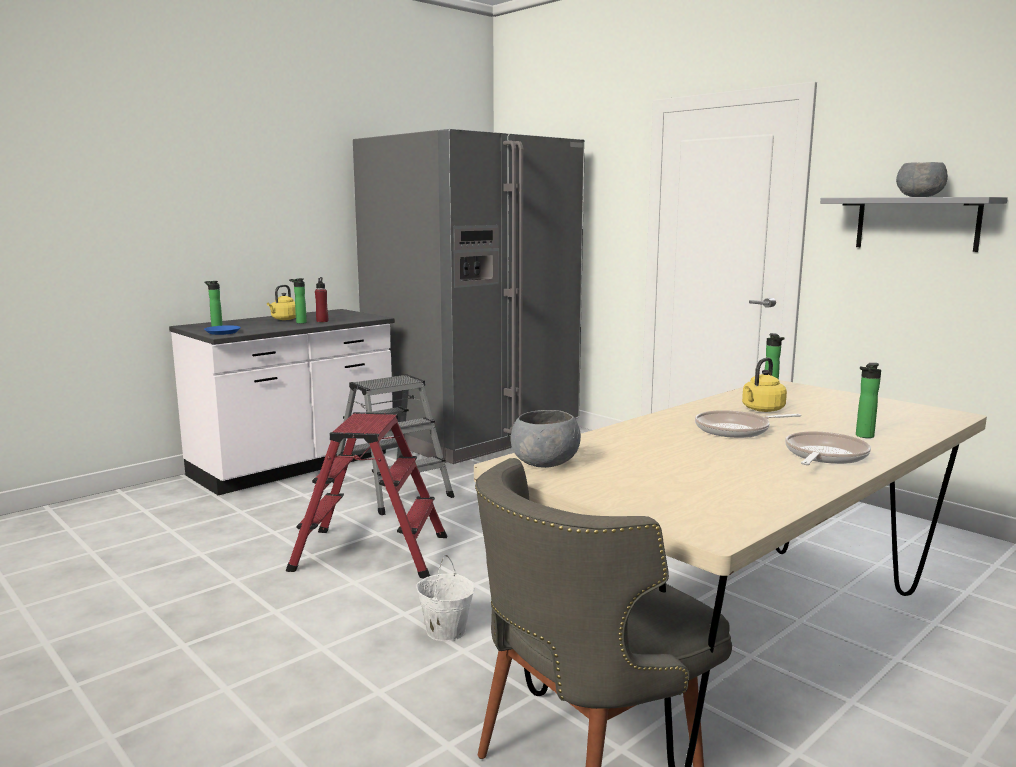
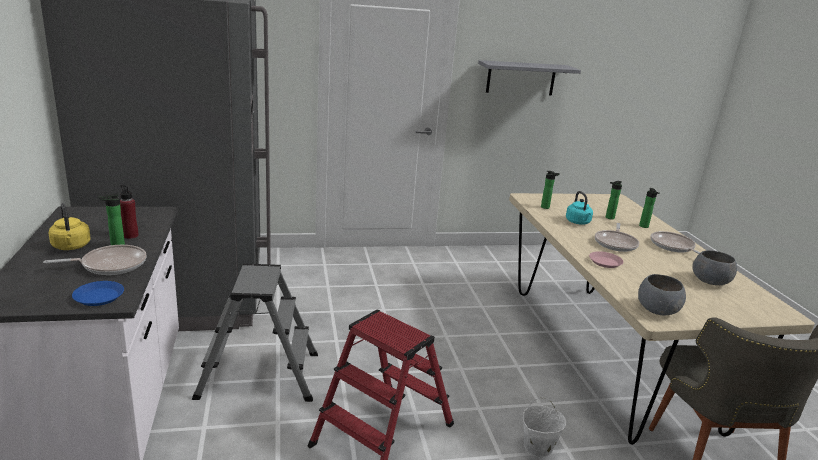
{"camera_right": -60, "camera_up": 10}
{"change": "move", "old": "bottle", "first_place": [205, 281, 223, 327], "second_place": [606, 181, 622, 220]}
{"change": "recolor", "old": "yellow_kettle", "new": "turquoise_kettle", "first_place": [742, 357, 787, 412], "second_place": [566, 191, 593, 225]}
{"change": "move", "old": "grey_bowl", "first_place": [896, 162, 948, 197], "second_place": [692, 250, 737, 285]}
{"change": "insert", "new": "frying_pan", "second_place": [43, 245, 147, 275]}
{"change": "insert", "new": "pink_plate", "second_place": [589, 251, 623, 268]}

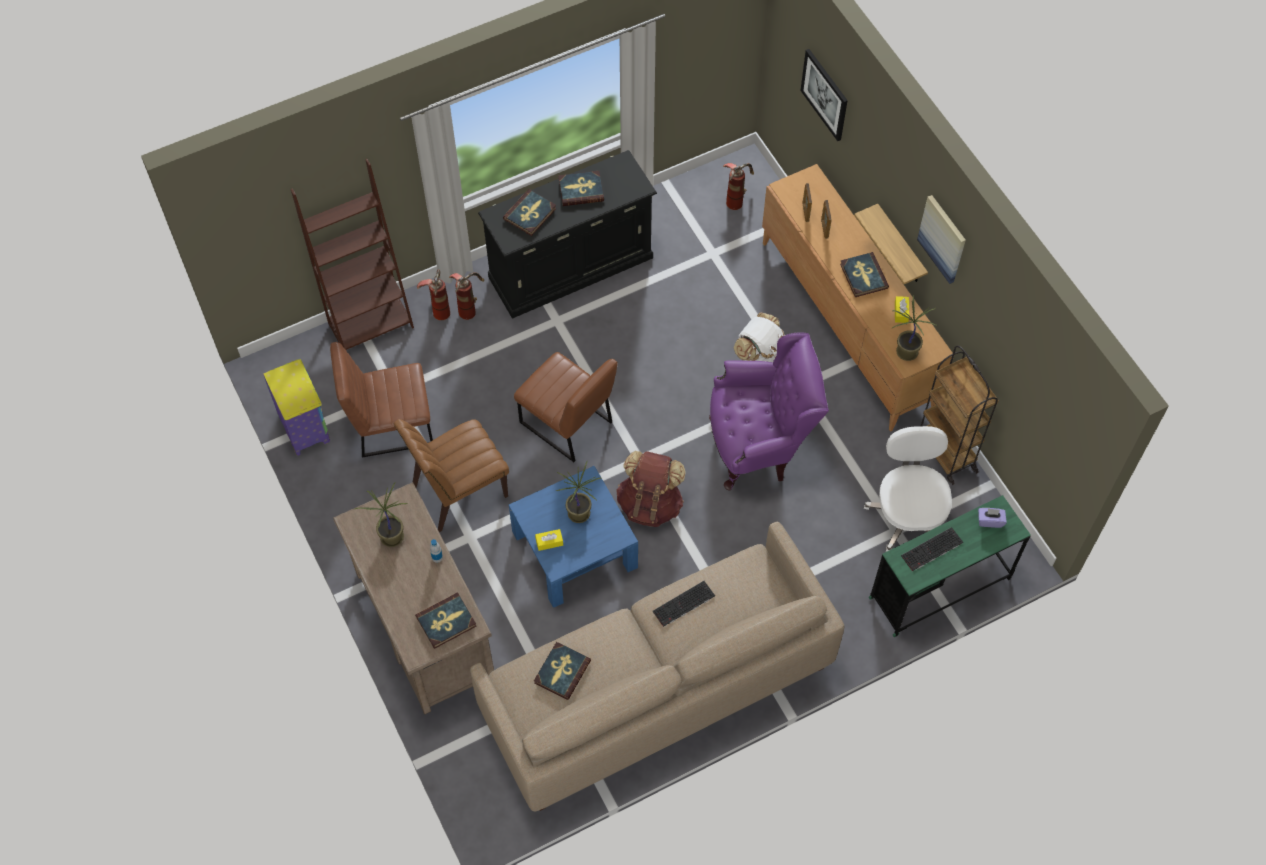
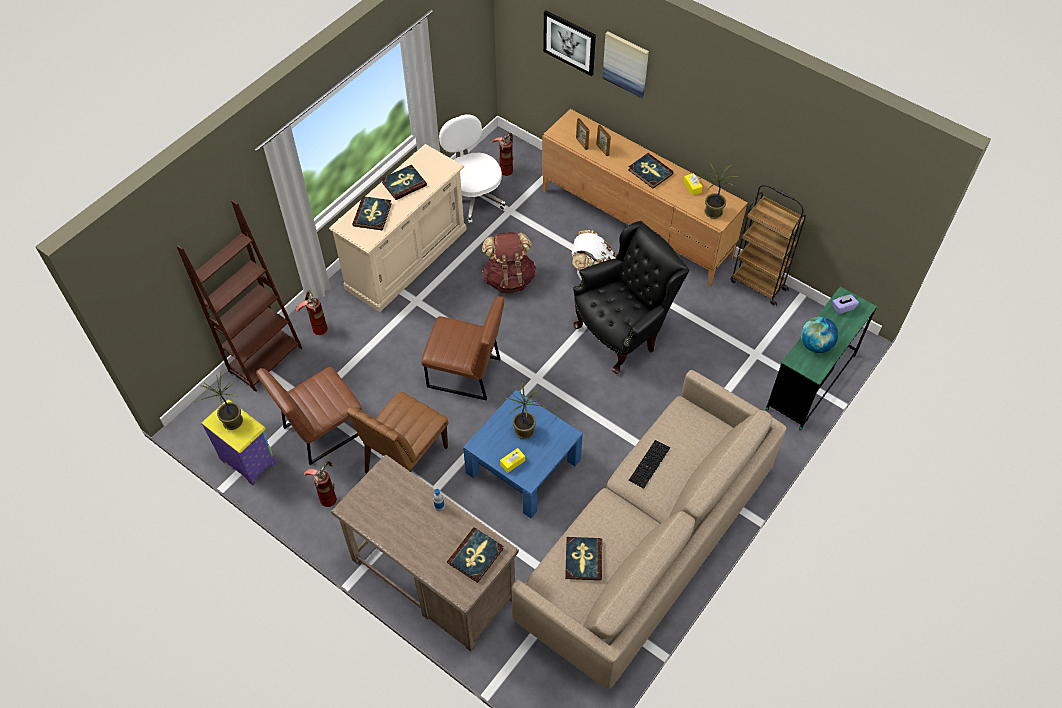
{"camera_right": -25, "camera_up": -5}
{"change": "move", "old": "potted_plant", "first_place": [355, 483, 408, 547], "second_place": [195, 371, 243, 430]}
{"change": "move", "old": "fire_extinguisher", "first_place": [449, 272, 484, 320], "second_place": [304, 461, 337, 507]}
{"change": "recolor", "old": "black_cabinet", "new": "beige_cabinet", "first_place": [478, 150, 657, 319], "second_place": [329, 144, 467, 312]}
{"change": "move", "old": "brown_backpack", "first_place": [616, 451, 686, 527], "second_place": [482, 232, 536, 293]}
{"change": "recolor", "old": "purple_armchair", "new": "black_armchair", "first_place": [709, 332, 829, 491], "second_place": [573, 221, 690, 374]}
{"change": "delete", "old": "shelf", "first_place": [854, 204, 928, 284]}
{"change": "move", "old": "white_office_chair", "first_place": [864, 426, 952, 552], "second_place": [439, 114, 506, 223]}
{"change": "replace", "old": "keyboard", "new": "globe", "first_place": [901, 527, 963, 571], "second_place": [801, 317, 838, 353]}
{"change": "move", "old": "picture", "first_place": [917, 195, 966, 284], "second_place": [602, 31, 649, 98]}

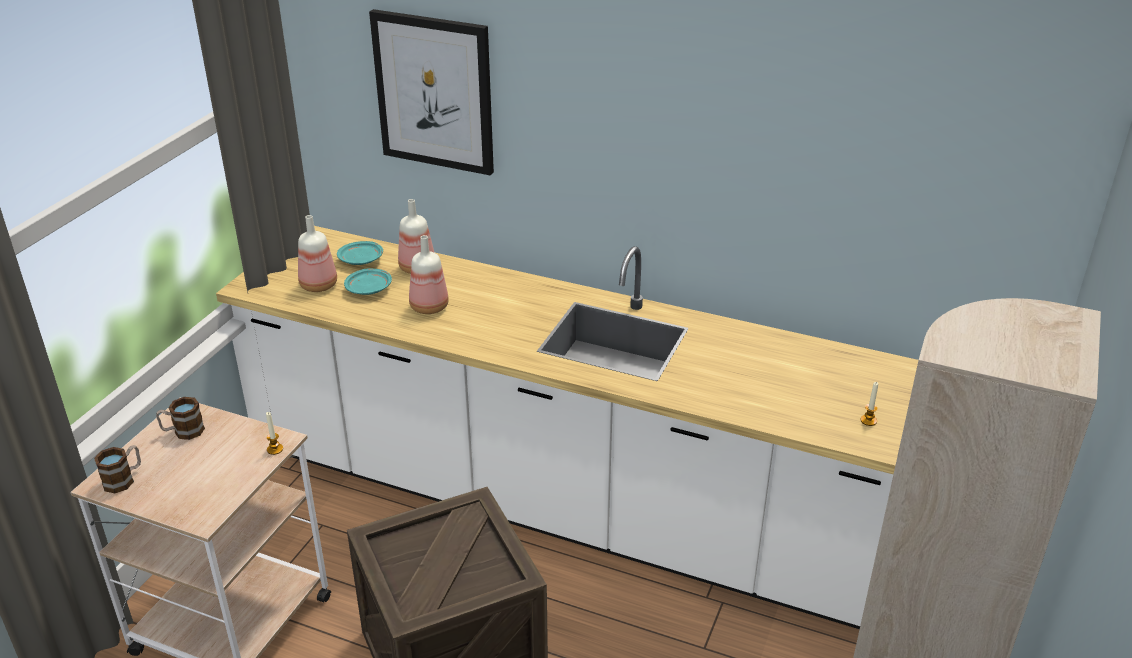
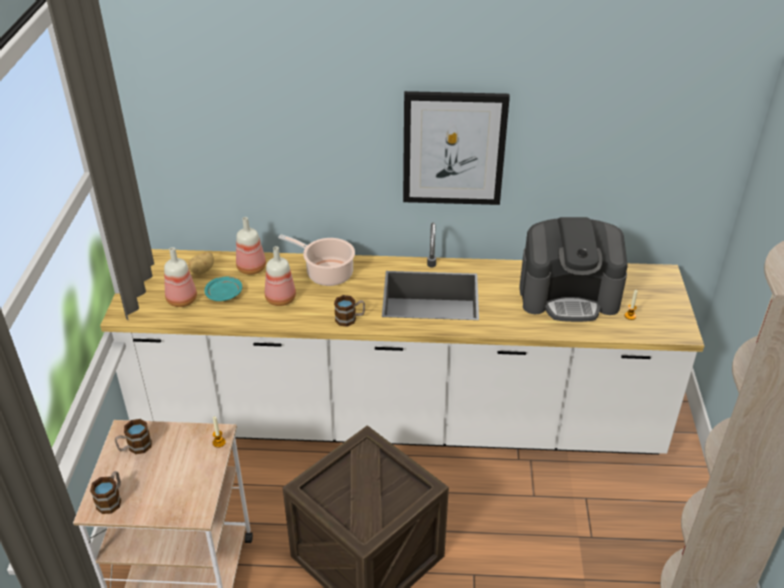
{"camera_right": -20, "camera_up": 5}
{"change": "replace", "old": "turquoise_plate", "new": "potato", "first_place": [337, 241, 383, 265], "second_place": [188, 252, 214, 275]}
{"change": "move", "old": "picture", "first_place": [369, 9, 494, 175], "second_place": [403, 91, 510, 205]}
{"change": "insert", "new": "cooking_pot", "second_place": [278, 234, 355, 286]}
{"change": "insert", "new": "mug", "second_place": [334, 295, 365, 327]}
{"change": "insert", "new": "coffee_machine", "second_place": [519, 217, 627, 322]}

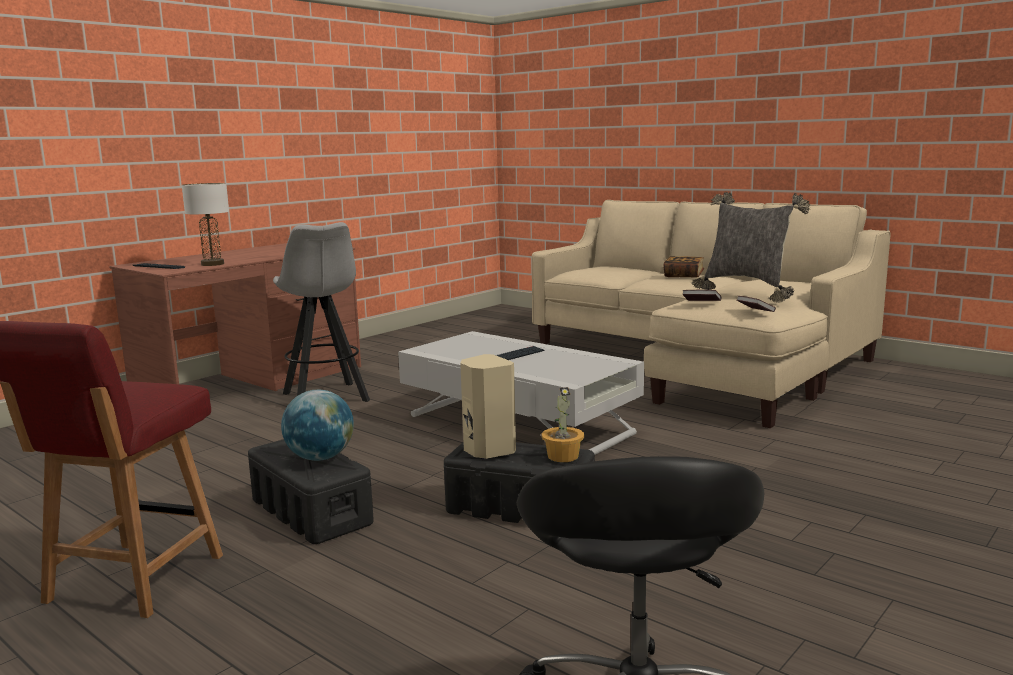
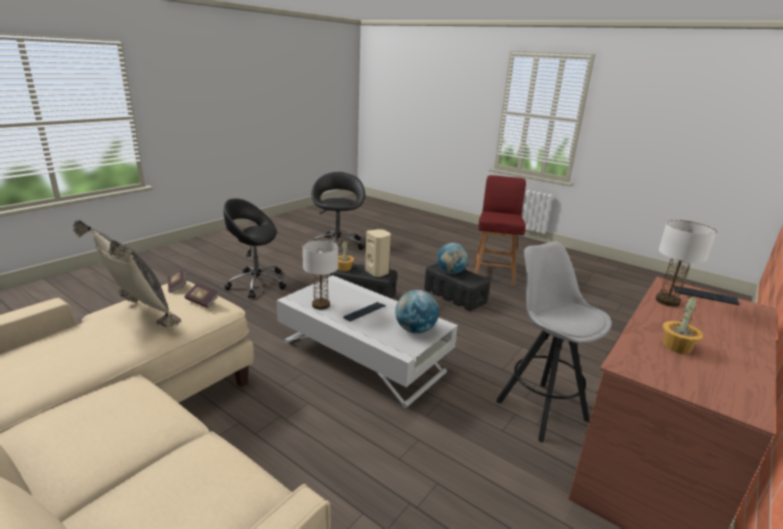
{"camera_right": 175, "camera_up": 10}
{"change": "delete", "old": "book", "first_place": [664, 256, 704, 278]}
{"change": "insert", "new": "black_office_chair", "second_place": [224, 199, 286, 298]}
{"change": "insert", "new": "table_lamp", "second_place": [303, 240, 338, 310]}
{"change": "insert", "new": "globe", "second_place": [395, 290, 439, 334]}
{"change": "insert", "new": "potted_plant", "second_place": [662, 295, 703, 354]}

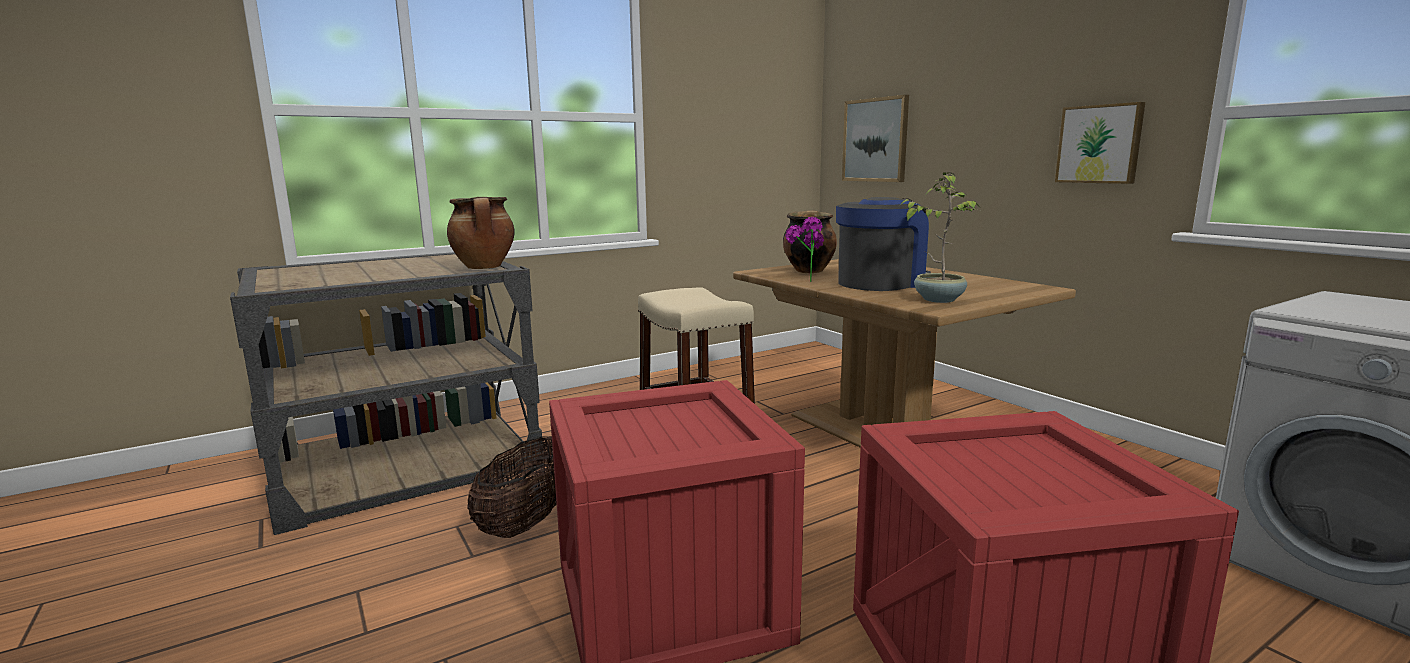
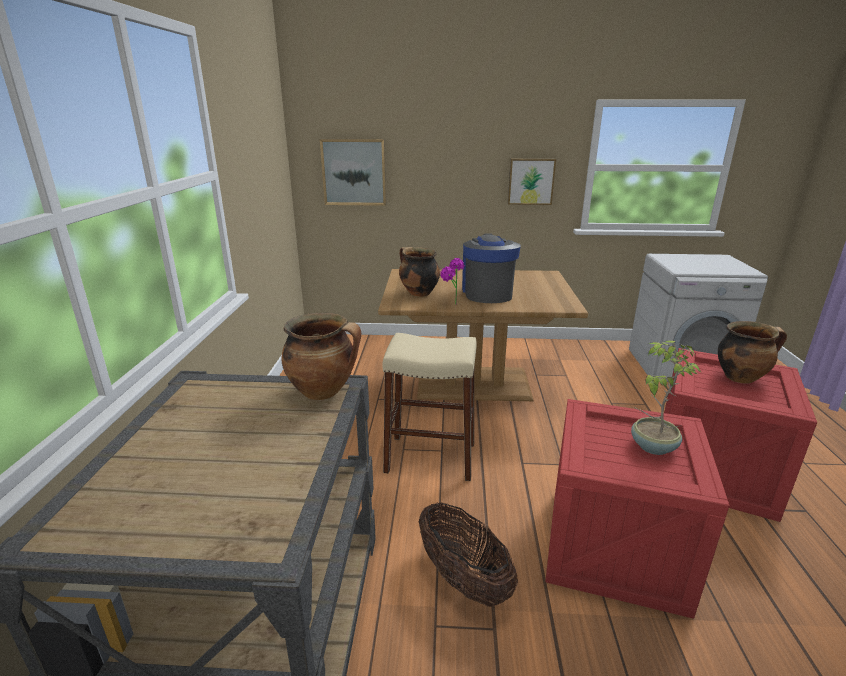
{"camera_right": -55, "camera_up": 10}
{"change": "move", "old": "potted_plant", "first_place": [900, 173, 980, 303], "second_place": [631, 341, 702, 455]}
{"change": "insert", "new": "cooking_pot", "second_place": [718, 321, 787, 384]}

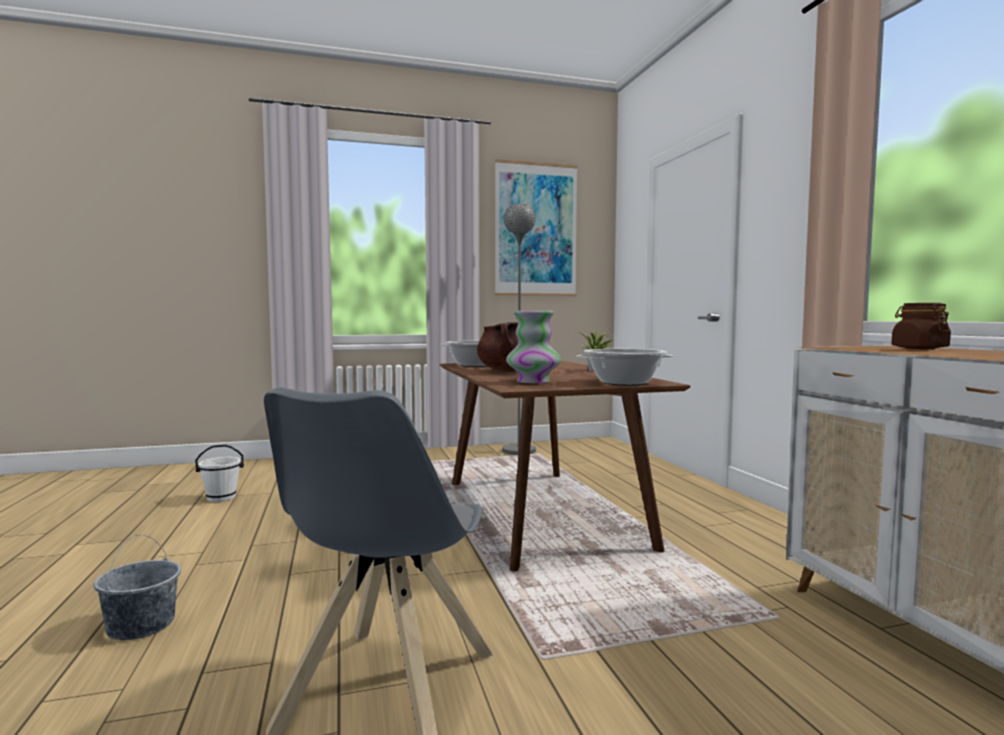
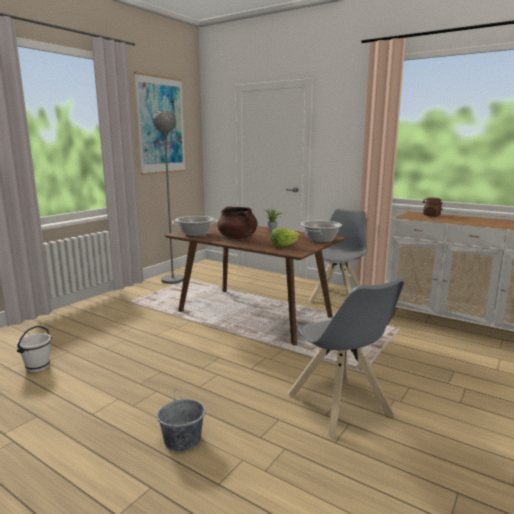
{"camera_right": -40, "camera_up": 10}
{"change": "replace", "old": "vase", "new": "lettuce", "first_place": [506, 311, 561, 383], "second_place": [271, 228, 300, 247]}
{"change": "insert", "new": "grey_chair", "second_place": [309, 209, 367, 302]}

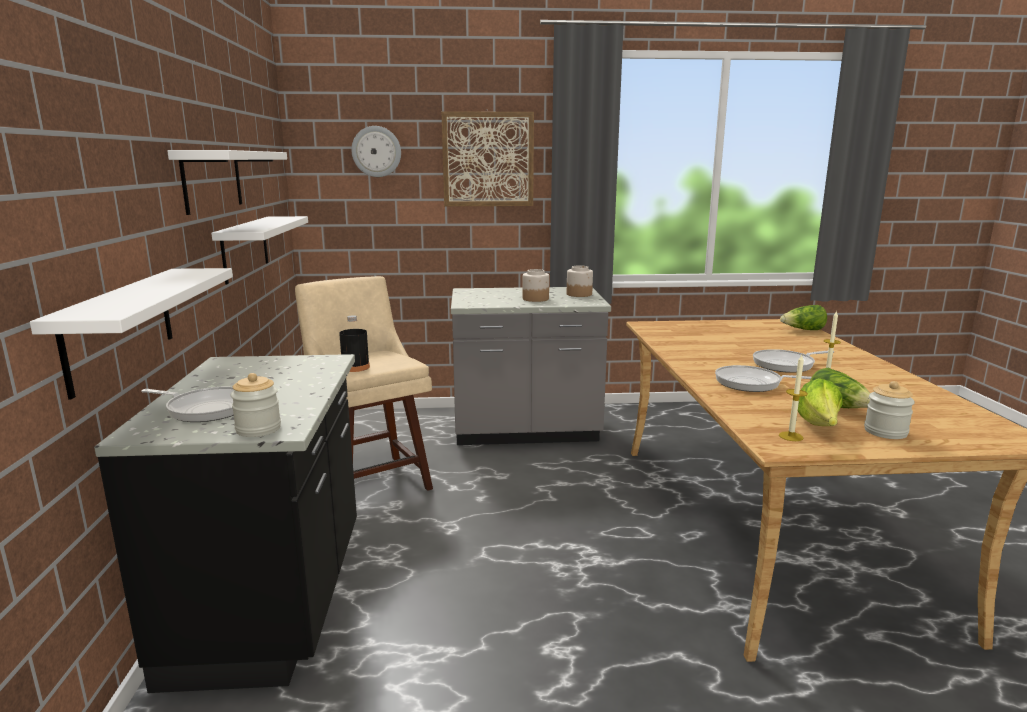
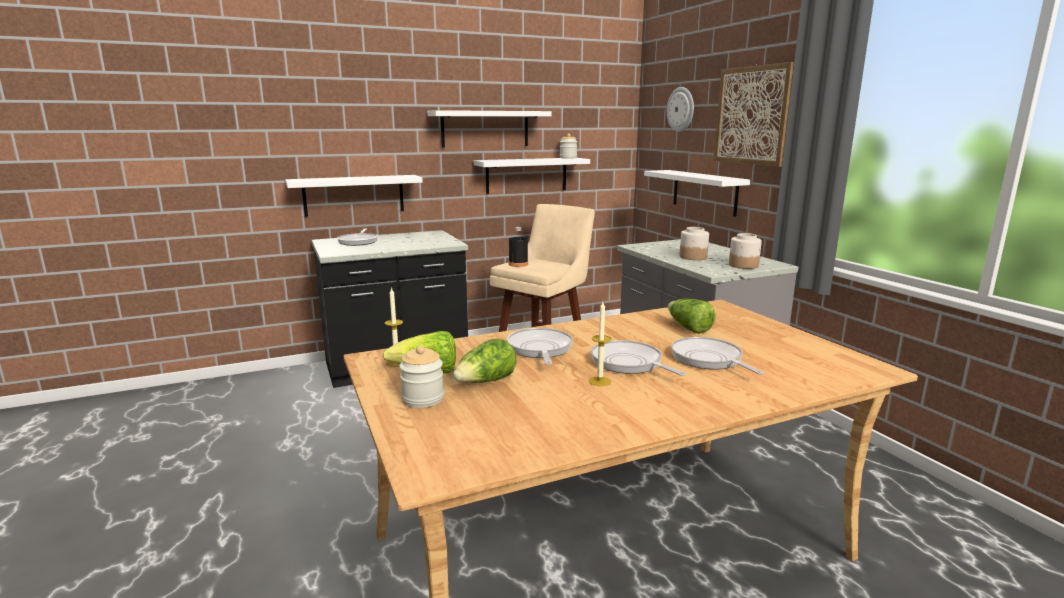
{"camera_right": 70, "camera_up": 0}
{"change": "move", "old": "jar", "first_place": [230, 373, 281, 437], "second_place": [560, 134, 577, 159]}
{"change": "move", "old": "lettuce", "first_place": [780, 305, 827, 330], "second_place": [668, 299, 716, 334]}
{"change": "insert", "new": "white_shelf", "second_place": [644, 170, 750, 217]}
{"change": "insert", "new": "frying_pan", "second_place": [671, 337, 764, 375]}

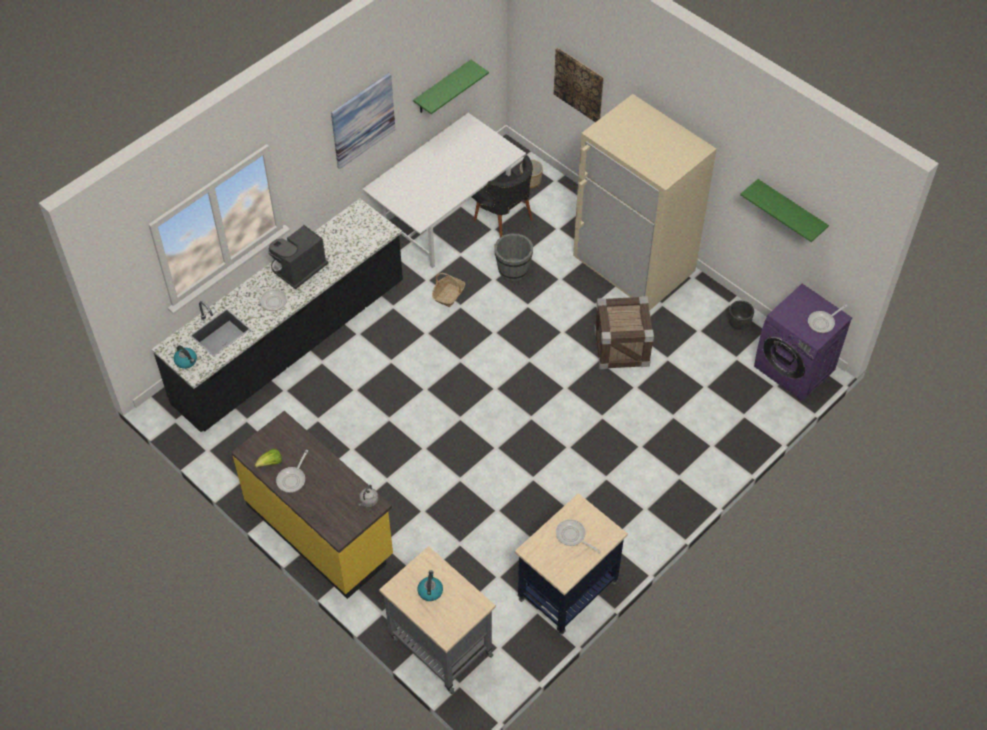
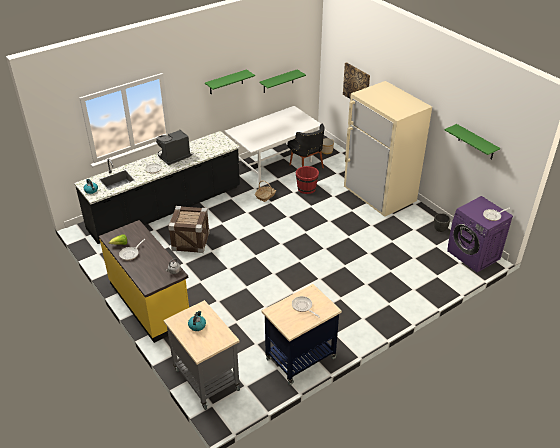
{"camera_right": 10, "camera_up": -15}
{"change": "replace", "old": "picture", "new": "green_shelf", "first_place": [331, 73, 395, 169], "second_place": [205, 69, 255, 94]}
{"change": "recolor", "old": "grey_bucket", "new": "red_bucket", "first_place": [494, 234, 533, 281], "second_place": [296, 166, 319, 194]}
{"change": "move", "old": "crate", "first_place": [594, 296, 654, 369], "second_place": [168, 206, 210, 253]}

